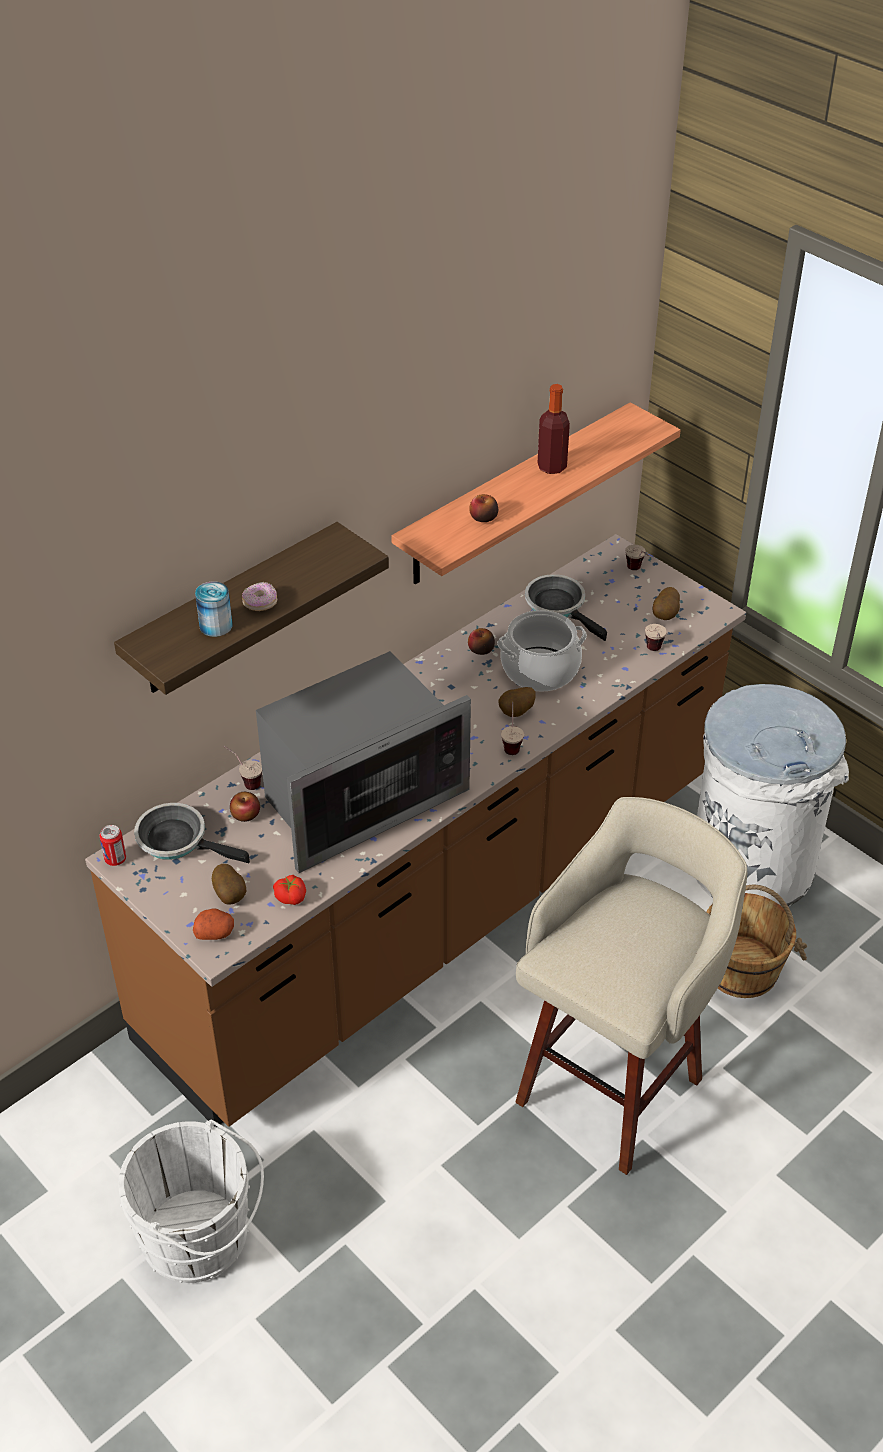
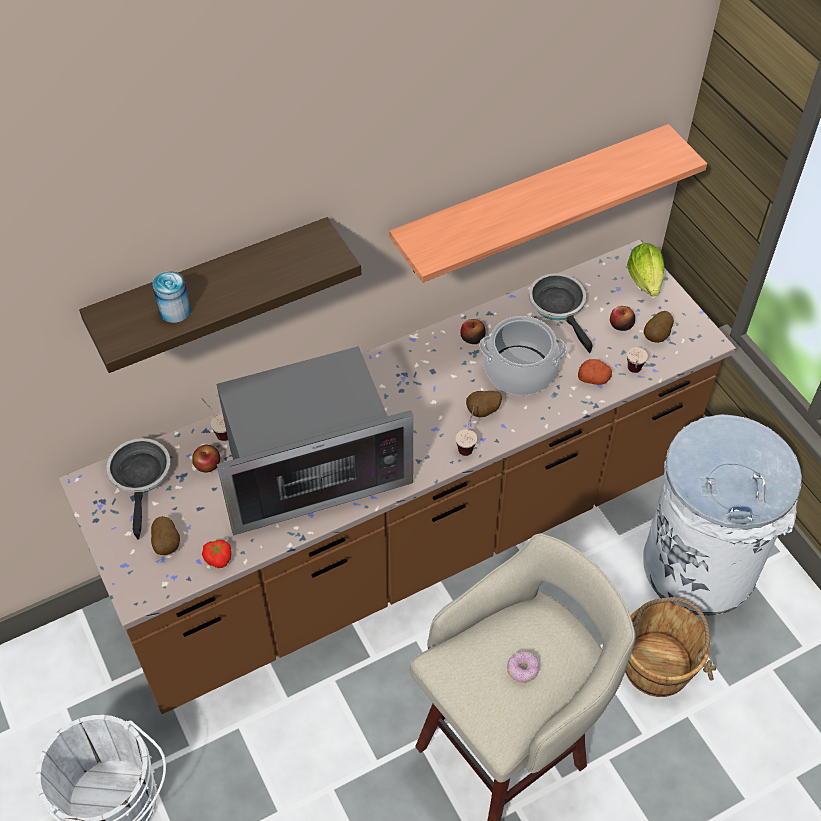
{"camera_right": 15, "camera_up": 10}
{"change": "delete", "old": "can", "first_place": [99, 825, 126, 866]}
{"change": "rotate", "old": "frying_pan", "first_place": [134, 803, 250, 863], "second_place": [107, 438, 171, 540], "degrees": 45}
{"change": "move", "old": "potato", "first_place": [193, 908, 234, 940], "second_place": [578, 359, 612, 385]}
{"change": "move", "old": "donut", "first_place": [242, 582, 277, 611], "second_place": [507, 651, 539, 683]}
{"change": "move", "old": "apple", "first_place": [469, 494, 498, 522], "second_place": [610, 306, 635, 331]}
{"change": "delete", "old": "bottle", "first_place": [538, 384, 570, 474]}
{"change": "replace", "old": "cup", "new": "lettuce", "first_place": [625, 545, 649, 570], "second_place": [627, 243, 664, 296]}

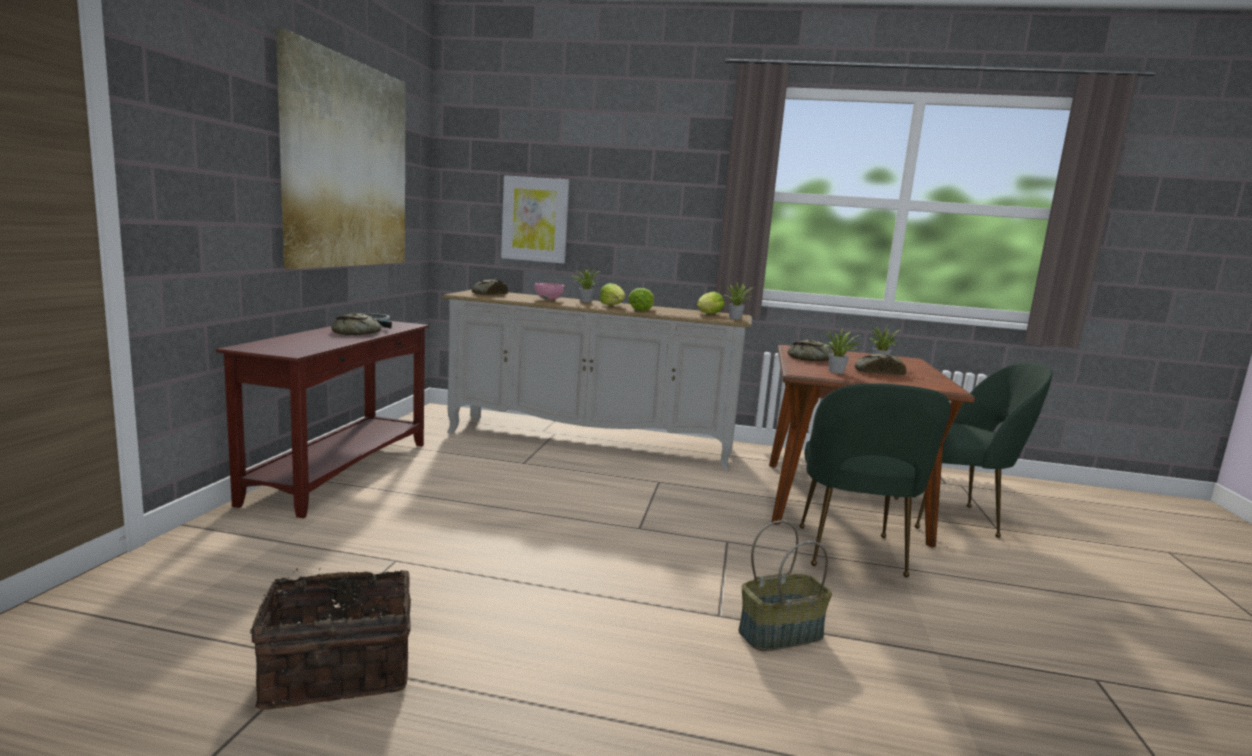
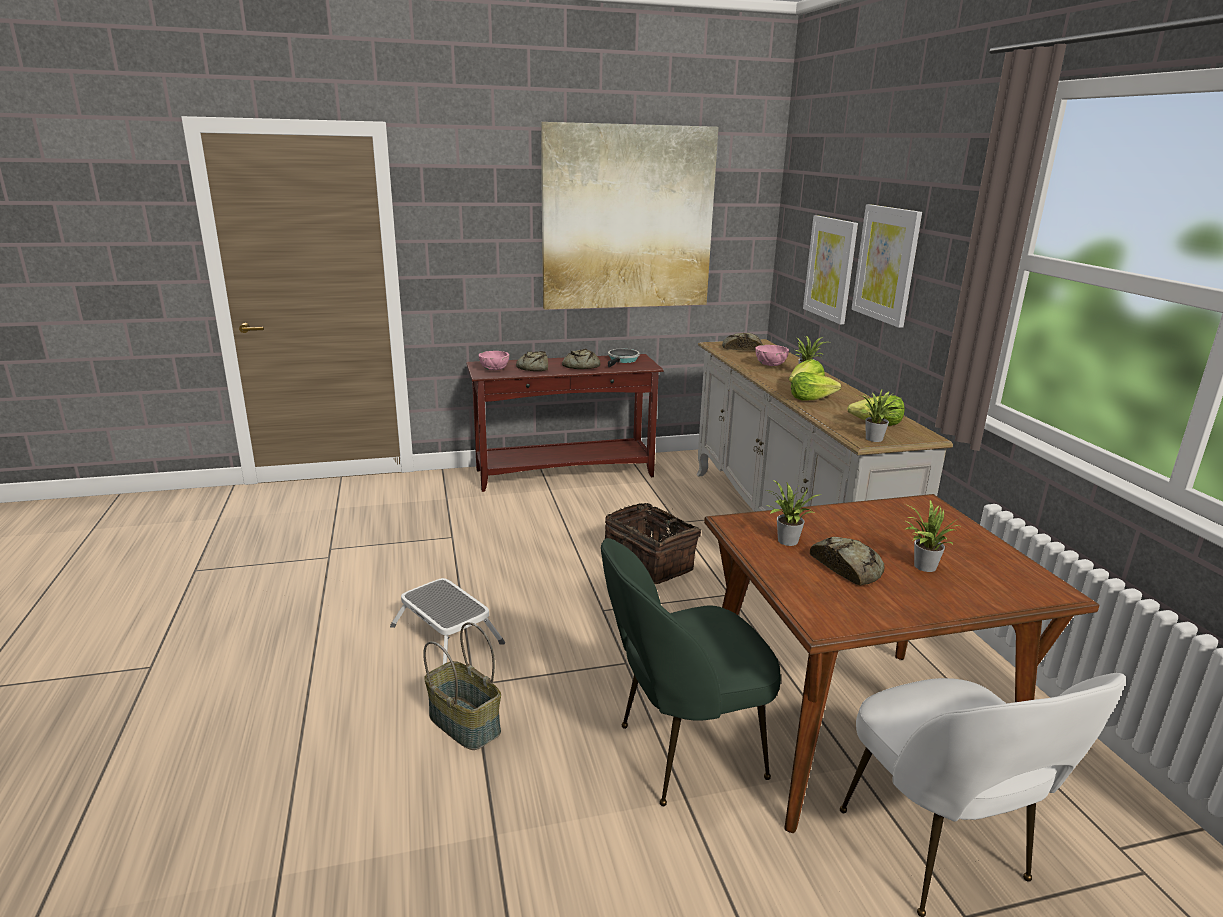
{"camera_right": 65, "camera_up": 10}
{"change": "move", "old": "basket", "first_place": [250, 568, 411, 710], "second_place": [605, 503, 701, 584]}
{"change": "move", "old": "bread", "first_place": [787, 339, 834, 361], "second_place": [516, 351, 548, 371]}
{"change": "recolor", "old": "green_chair", "new": "white_chair", "first_place": [894, 362, 1052, 538], "second_place": [840, 673, 1126, 917]}
{"change": "insert", "new": "grey_step_ladder", "second_place": [390, 578, 505, 664]}
{"change": "insert", "new": "pink_bowl", "second_place": [479, 351, 509, 370]}
{"change": "insert", "new": "picture", "second_place": [852, 204, 922, 328]}

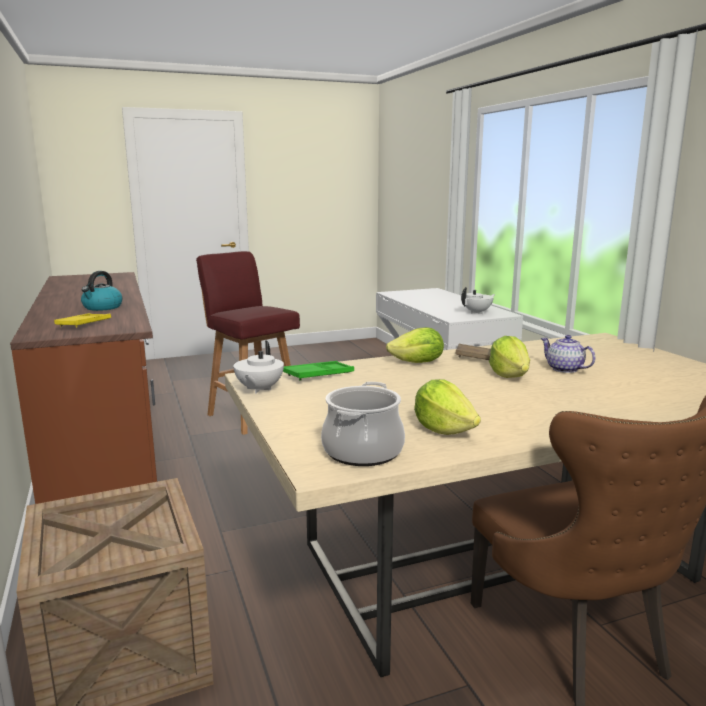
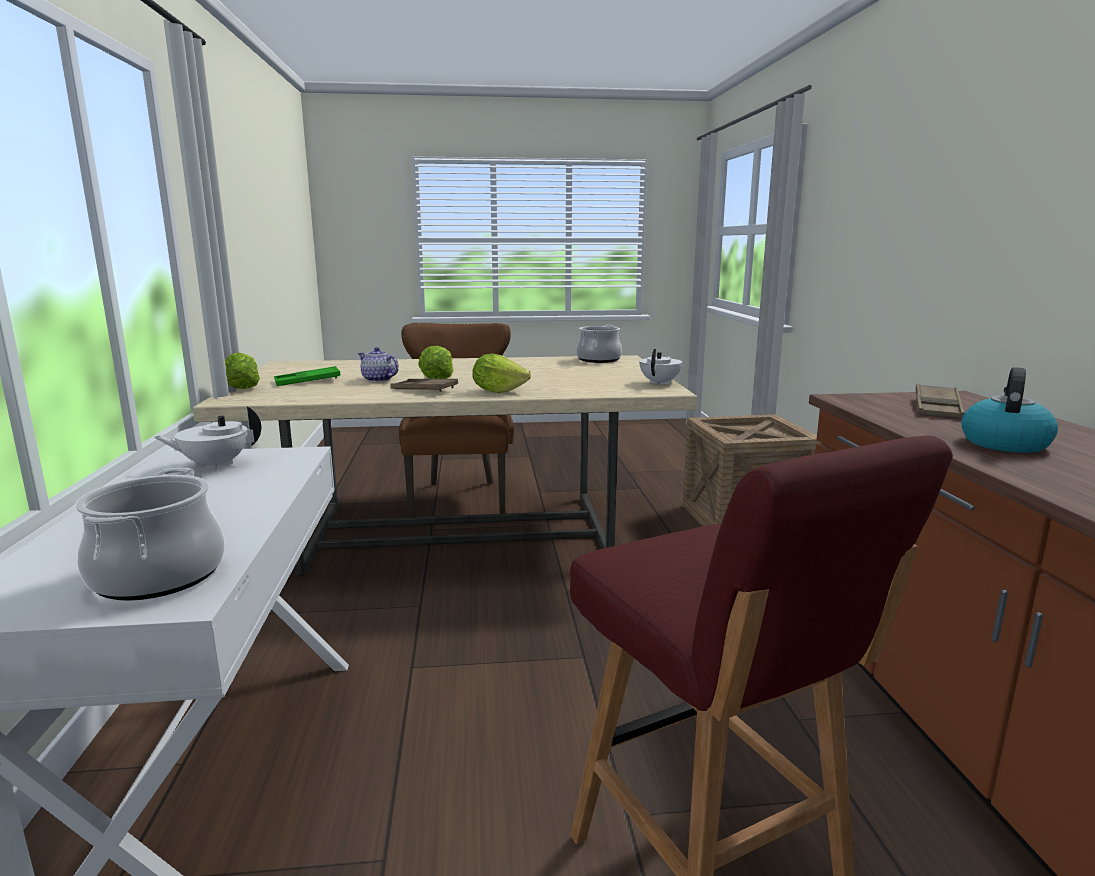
{"camera_right": -165, "camera_up": 0}
{"change": "recolor", "old": "yellow_tray", "new": "brown_tray", "first_place": [54, 313, 111, 328], "second_place": [916, 384, 965, 419]}
{"change": "move", "old": "green_tray", "first_place": [283, 361, 354, 381], "second_place": [274, 366, 340, 386]}
{"change": "move", "old": "lettuce", "first_place": [414, 379, 481, 435], "second_place": [225, 353, 260, 389]}
{"change": "rotate", "old": "teapot", "first_place": [541, 335, 596, 373], "second_place": [358, 347, 399, 382], "degrees": 150}
{"change": "insert", "new": "cooking_pot", "second_place": [75, 468, 225, 601]}

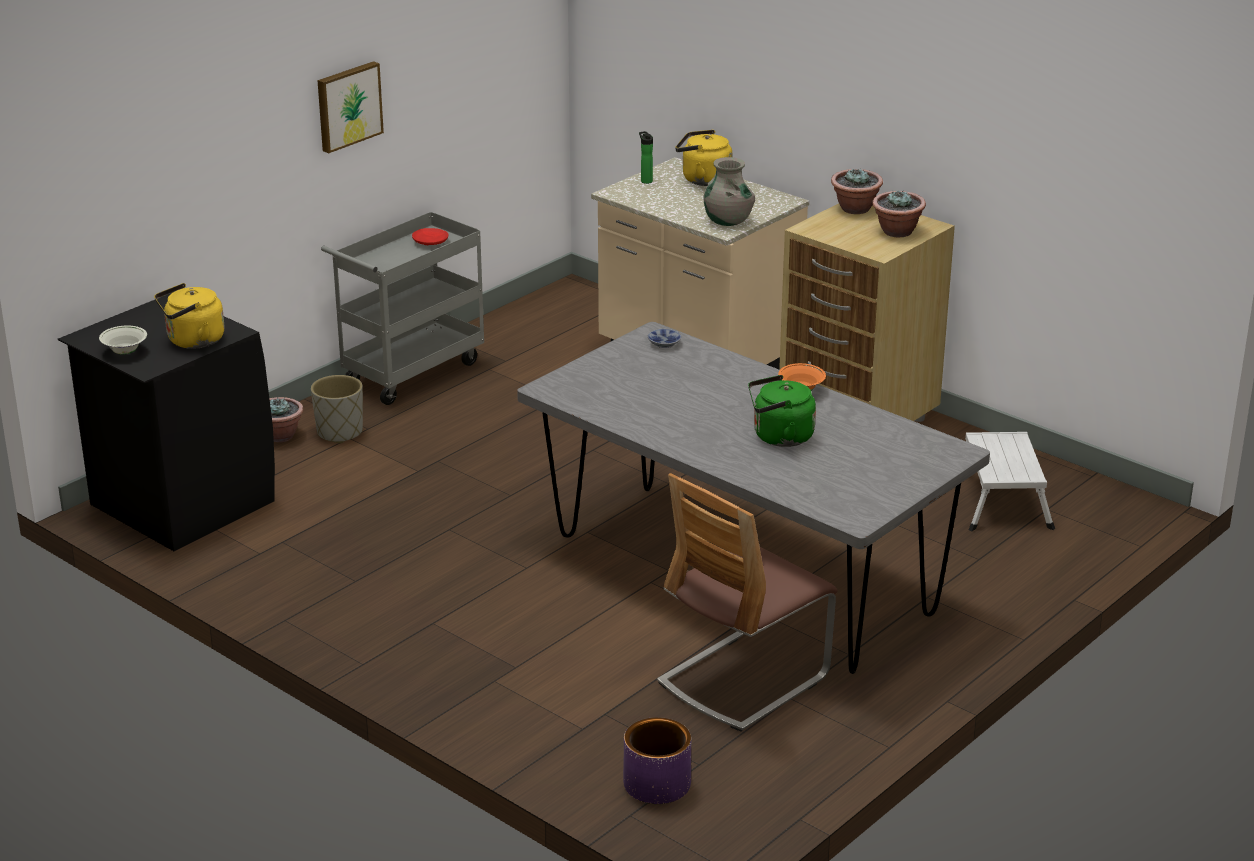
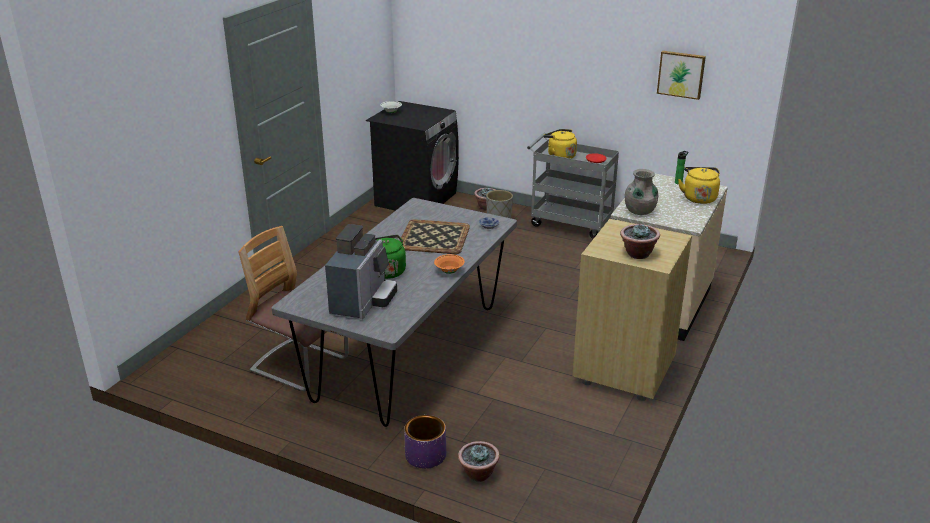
{"camera_right": 75, "camera_up": 0}
{"change": "move", "old": "yellow_kettle", "first_place": [154, 283, 225, 349], "second_place": [543, 129, 577, 159]}
{"change": "move", "old": "picture", "first_place": [317, 61, 384, 153], "second_place": [657, 51, 706, 100]}
{"change": "move", "old": "purple_planter", "first_place": [623, 717, 691, 804], "second_place": [404, 415, 446, 469]}
{"change": "move", "old": "potted_plant", "first_place": [831, 168, 883, 214], "second_place": [458, 441, 500, 482]}
{"change": "delete", "old": "white_step_ladder", "first_place": [965, 432, 1055, 531]}
{"change": "insert", "new": "coffee_machine", "second_place": [325, 224, 397, 319]}
{"change": "insert", "new": "tray", "second_place": [399, 219, 470, 254]}

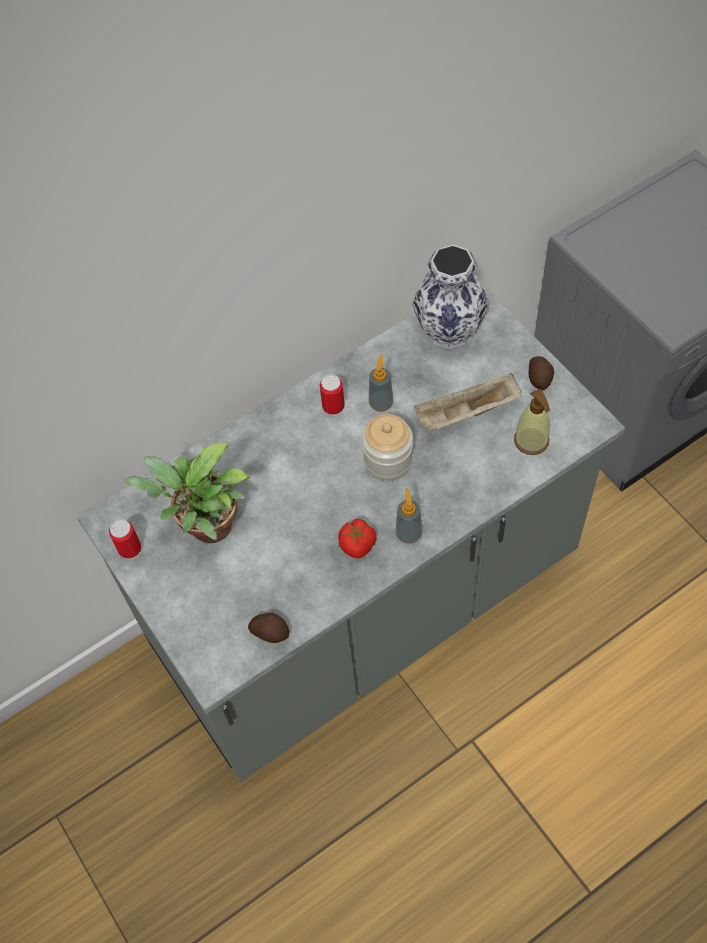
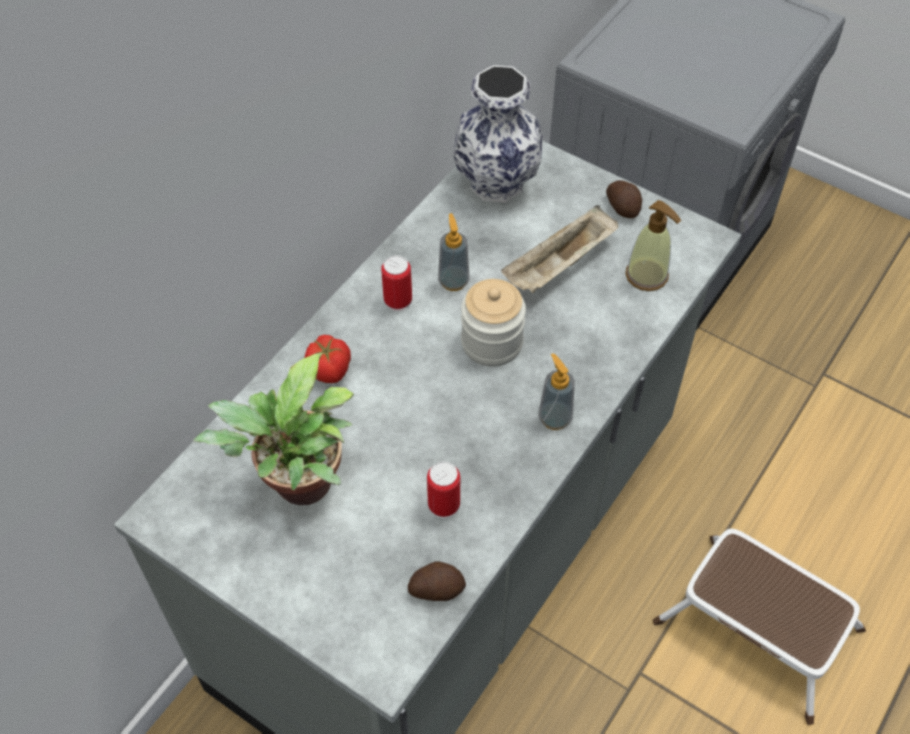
{"camera_right": -25, "camera_up": -5}
{"change": "move", "old": "can", "first_place": [109, 519, 141, 560], "second_place": [427, 461, 460, 518]}
{"change": "move", "old": "tomato", "first_place": [338, 519, 377, 559], "second_place": [304, 335, 351, 383]}
{"change": "insert", "new": "brown_step_ladder", "second_place": [653, 529, 866, 725]}

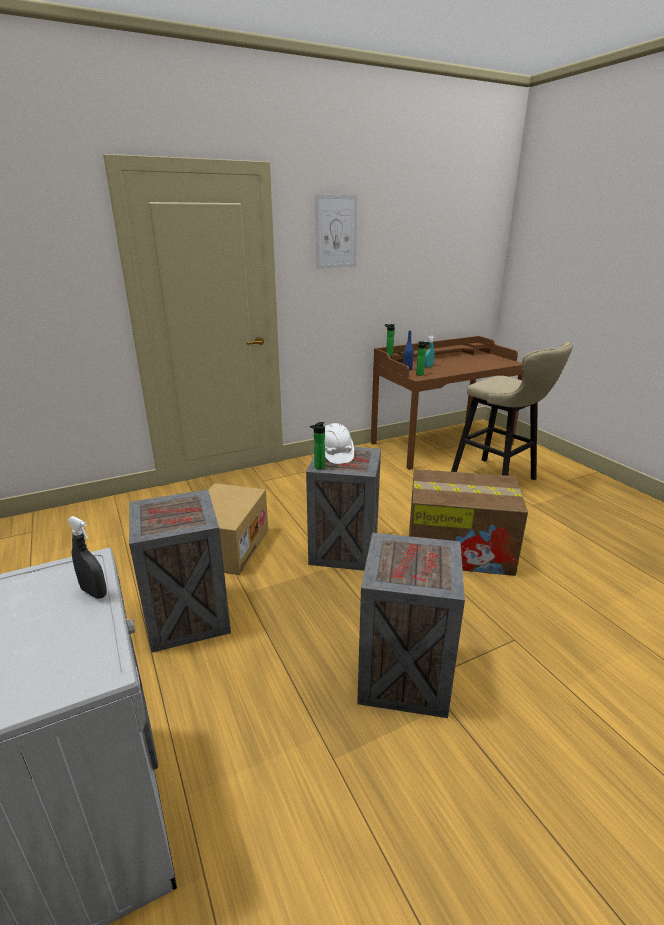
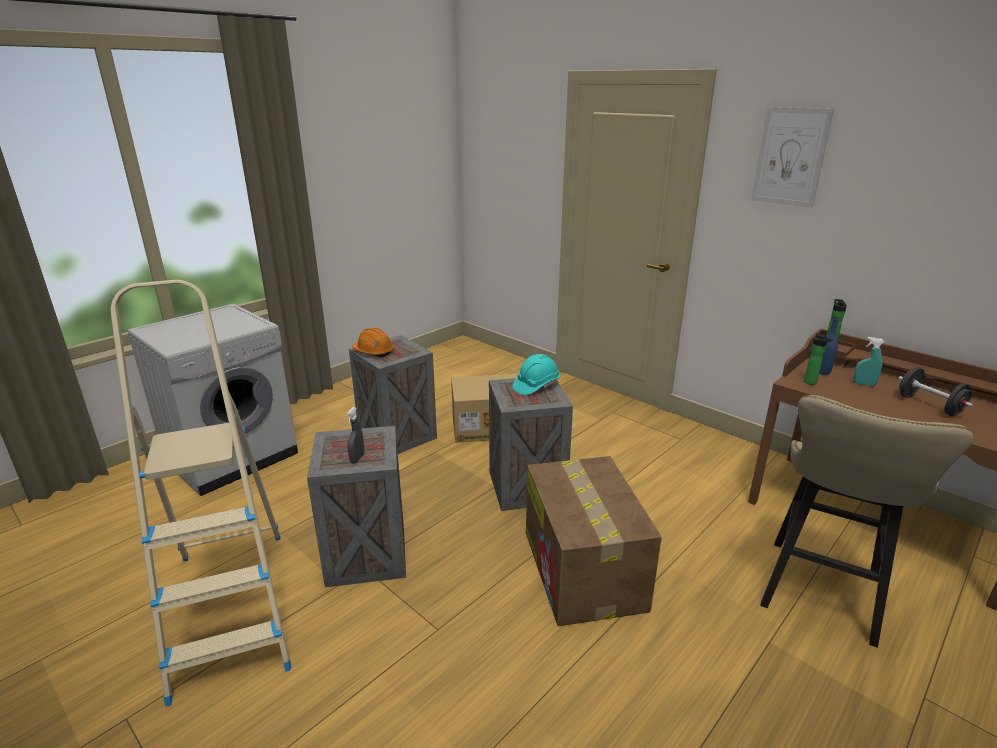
{"camera_right": 70, "camera_up": 0}
{"change": "move", "old": "grey_spray_bottle", "first_place": [67, 516, 107, 599], "second_place": [346, 407, 364, 464]}
{"change": "delete", "old": "bottle", "first_place": [310, 422, 325, 470]}
{"change": "recolor", "old": "white_hard_hat", "new": "turquoise_hard_hat", "first_place": [325, 423, 354, 464], "second_place": [513, 354, 560, 395]}
{"change": "insert", "new": "beige_step_ladder", "second_place": [111, 280, 291, 707]}
{"change": "insert", "new": "orange_hard_hat", "second_place": [352, 328, 394, 357]}
{"change": "insert", "new": "black_dumbbell", "second_place": [898, 367, 974, 416]}

